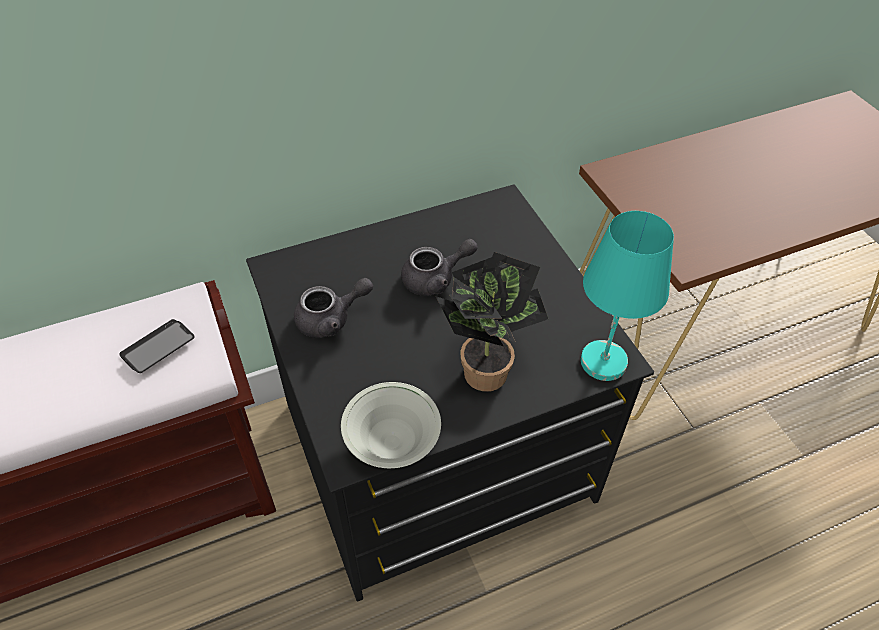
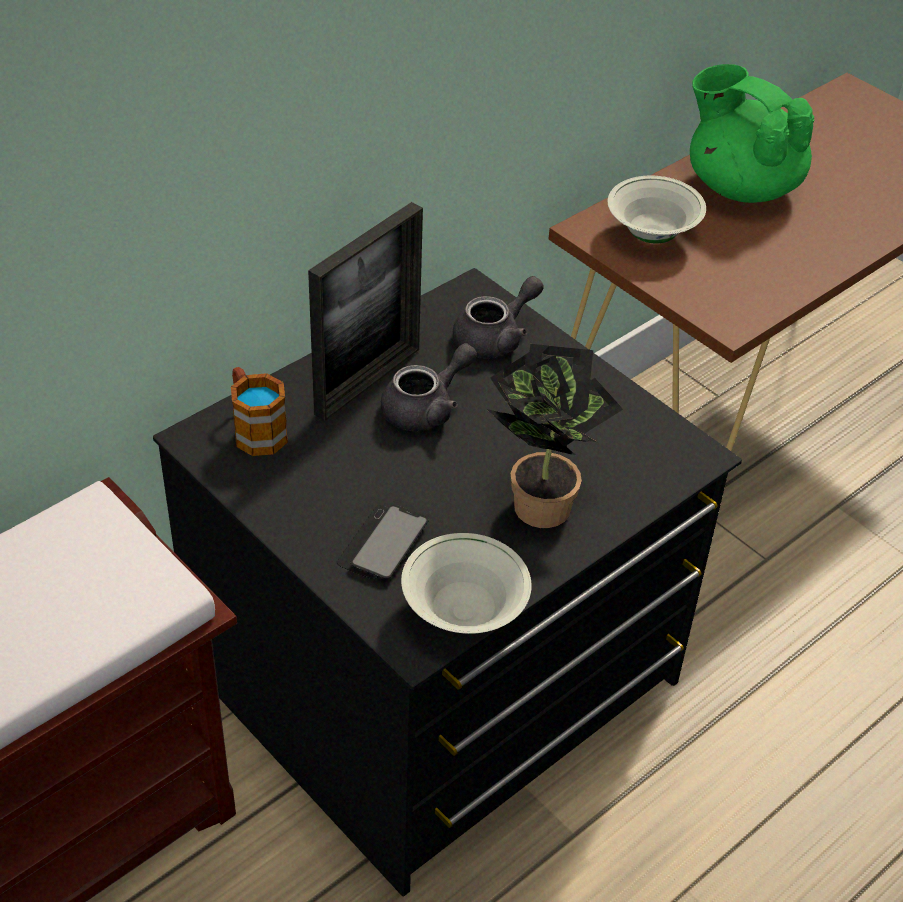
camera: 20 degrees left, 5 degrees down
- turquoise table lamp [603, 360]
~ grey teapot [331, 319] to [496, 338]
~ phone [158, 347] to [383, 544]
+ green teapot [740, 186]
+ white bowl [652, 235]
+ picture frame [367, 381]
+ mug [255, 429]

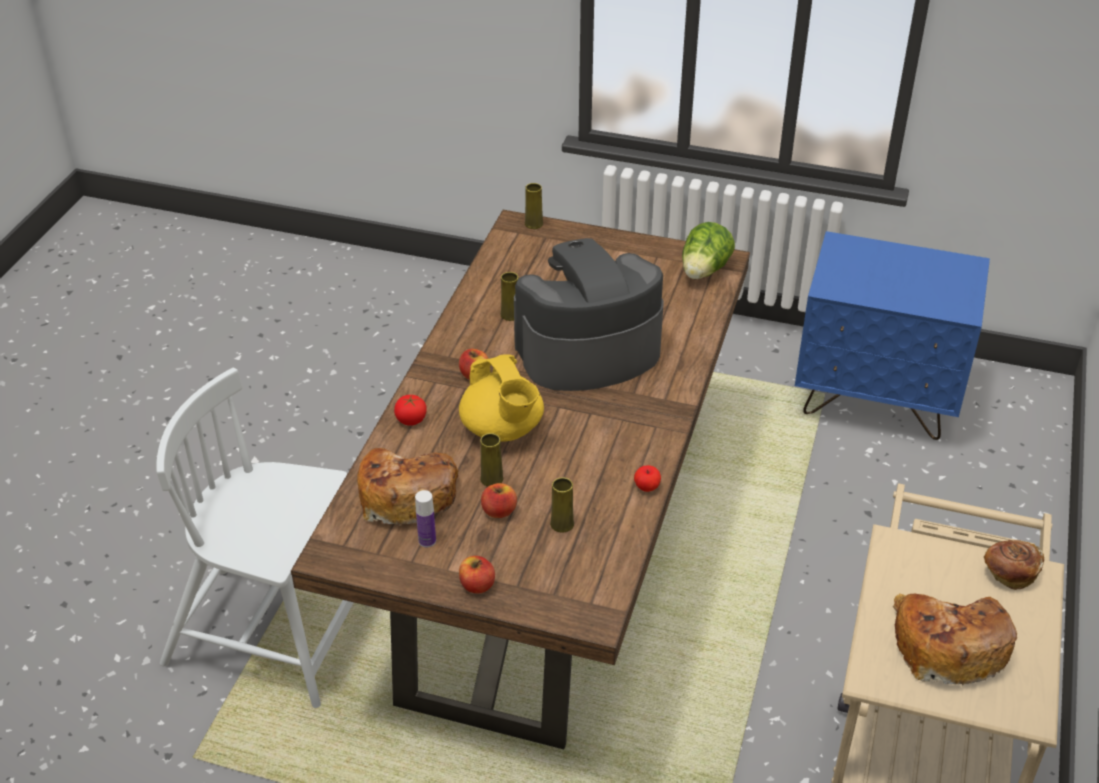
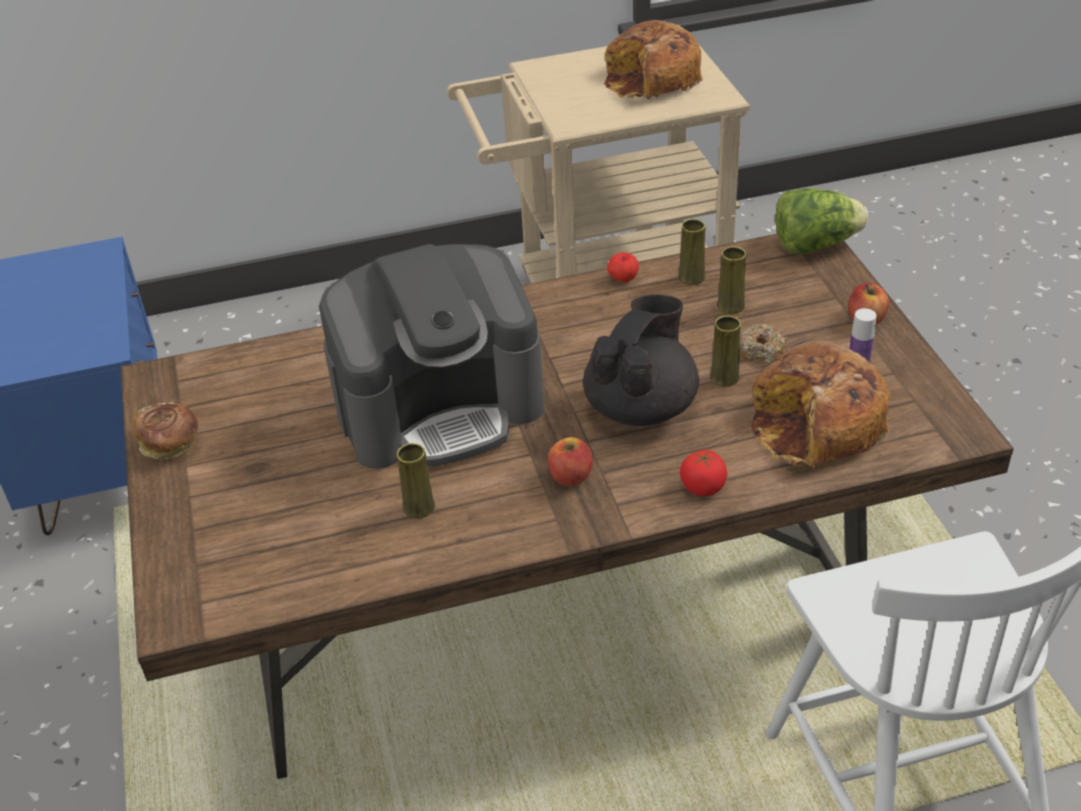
camera: 120 degrees left, 0 degrees up
~ yellow vase [533, 224] to [691, 277]
~ lettuce [704, 271] to [815, 245]
~ coffee machine [587, 351] = [440, 407] 60 degrees counterclockwise
~ yellow teapot [503, 429] to black teapot [641, 406]
~ apple [499, 511] to donut [761, 351]
~ bread [1010, 573] to [170, 443]

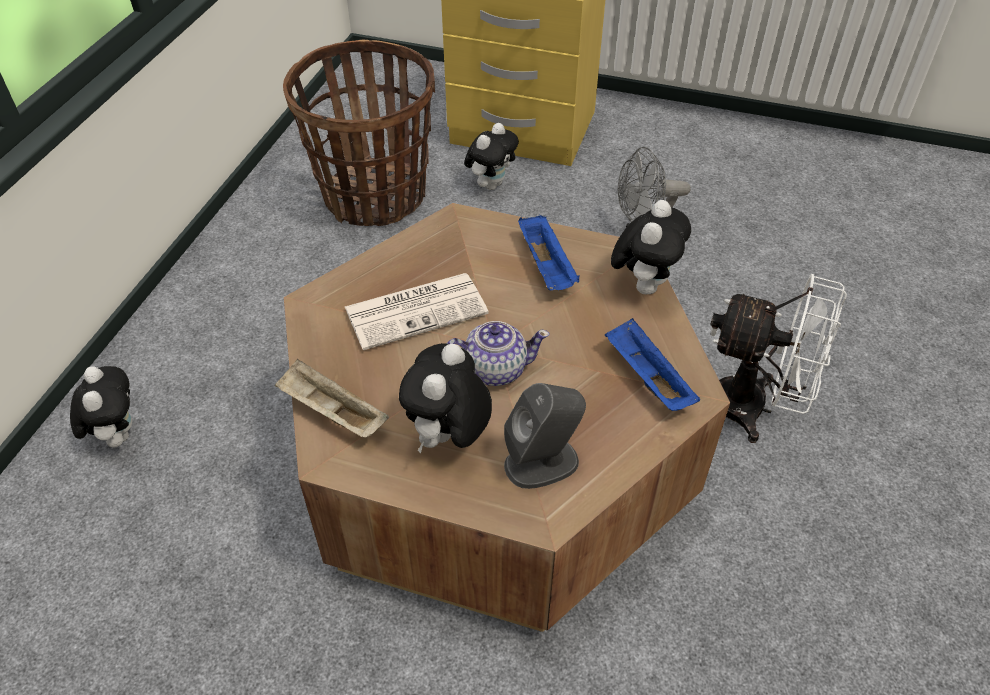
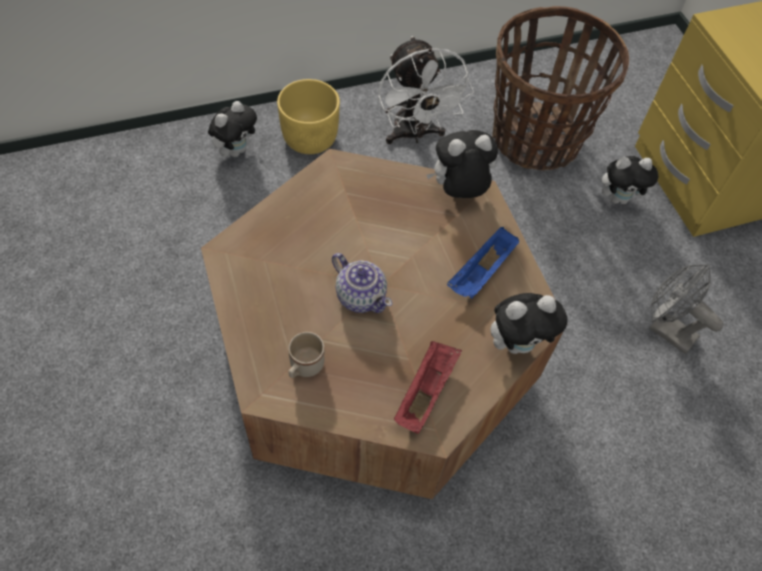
camera: 50 degrees right, 10 degrees up
- newspaper [417, 310]
~ white fan [753, 408] to [414, 134]
~ blue tray [646, 378] to red tray [425, 391]
~ plush toy [448, 437] to [458, 191]
- beige tray [331, 413]
~ grey speaker [542, 462] to beige mug [304, 367]
+ yellow planter [310, 138]

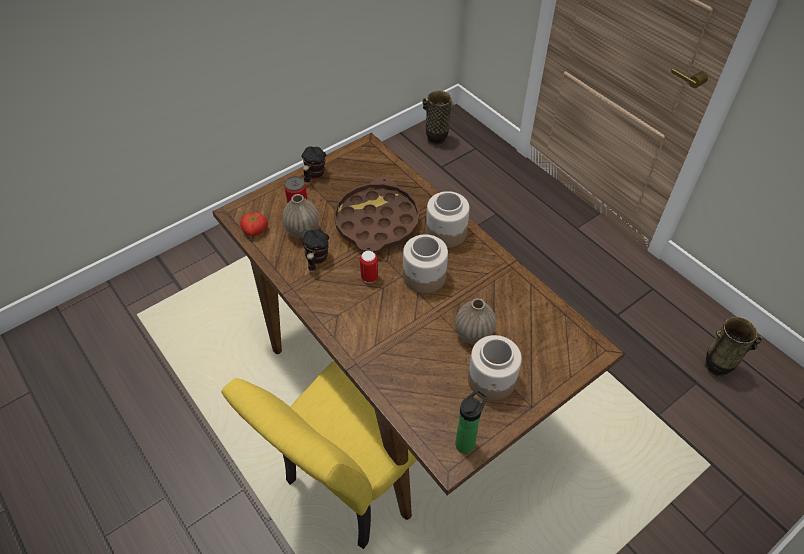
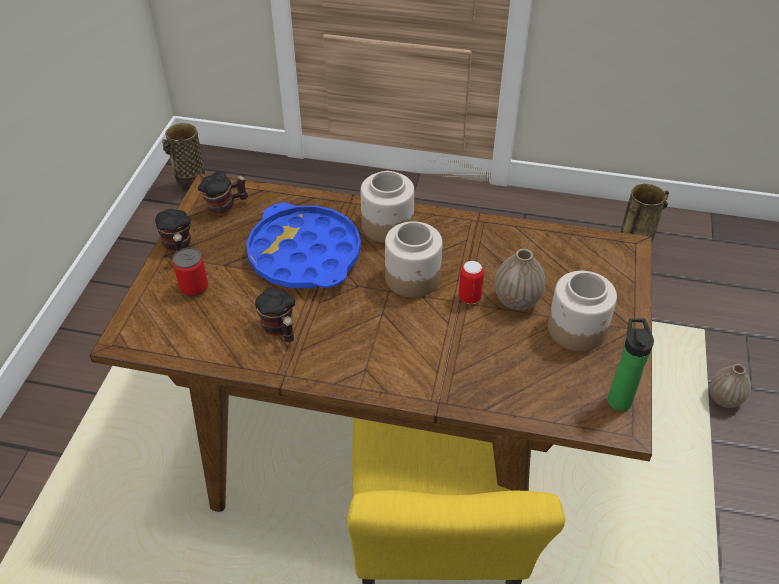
camera: 40 degrees left, 5 degrees down
~ brown tray [376, 222] to blue tray [304, 255]
~ vase [302, 231] to [724, 399]
- tomato [255, 230]
~ can [369, 277] to [469, 298]
+ mug [226, 206]

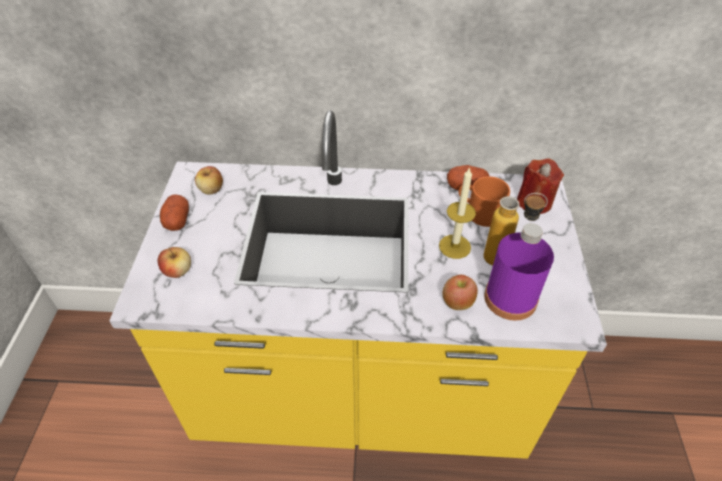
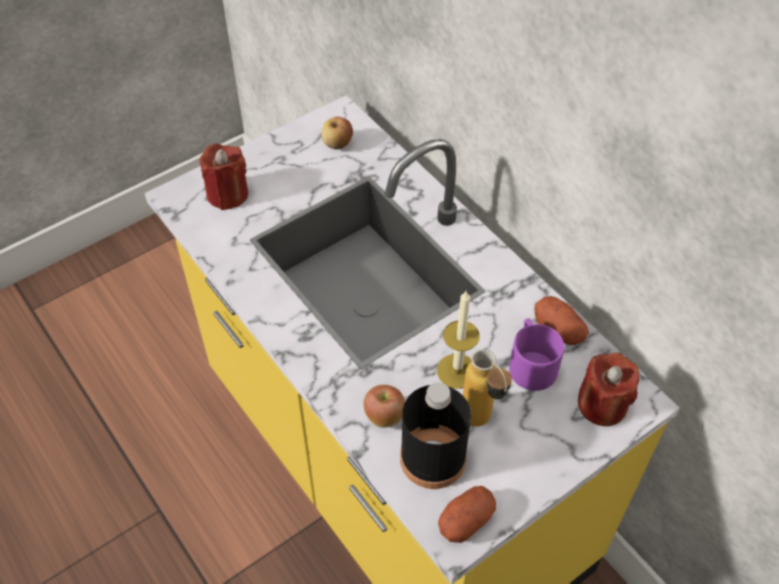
camera: 50 degrees right, 5 degrees up
~ orange mug [479, 212] to purple mug [530, 363]
~ potato [177, 220] to [466, 520]
~ purple bottle [510, 298] to black bottle [433, 458]
~ apple [178, 271] to red candle [227, 194]

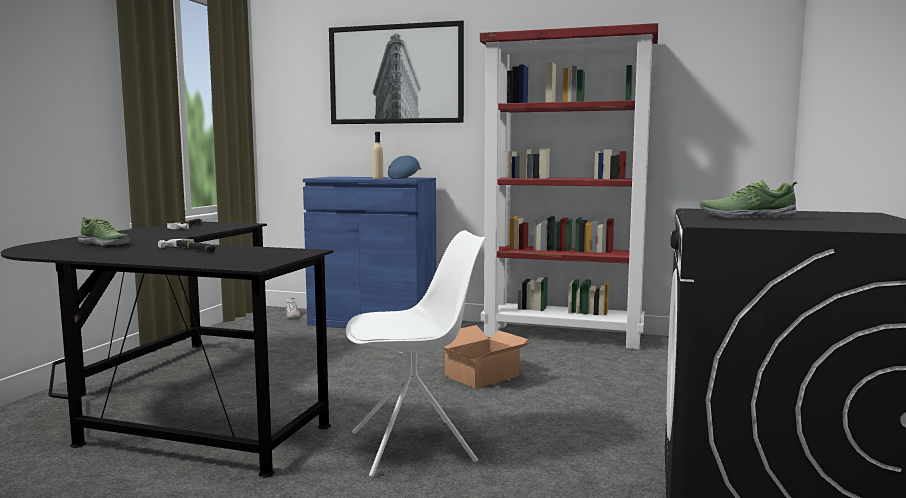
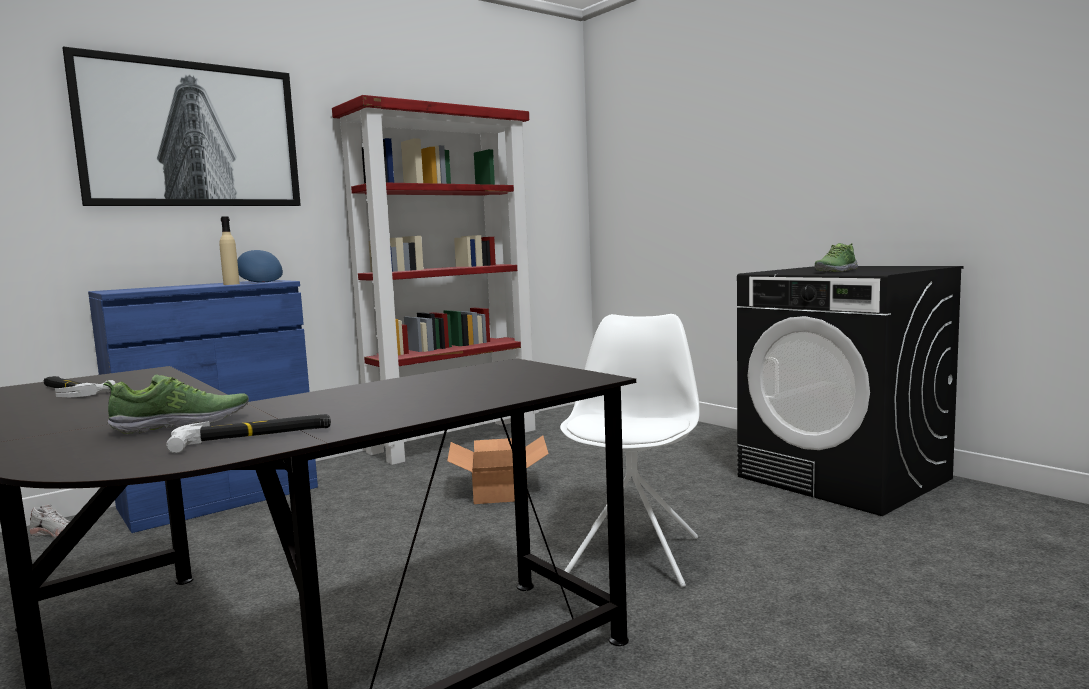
camera: 55 degrees left, 0 degrees up
~ hammer [191, 249] to [254, 437]

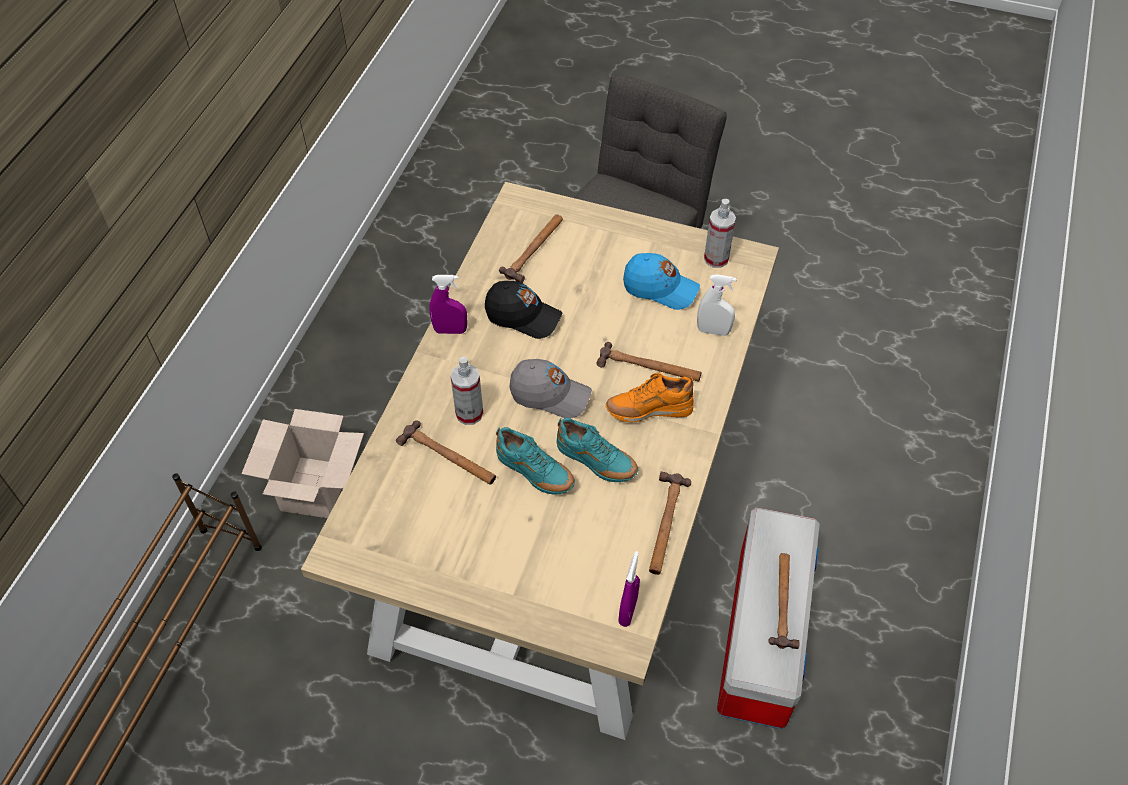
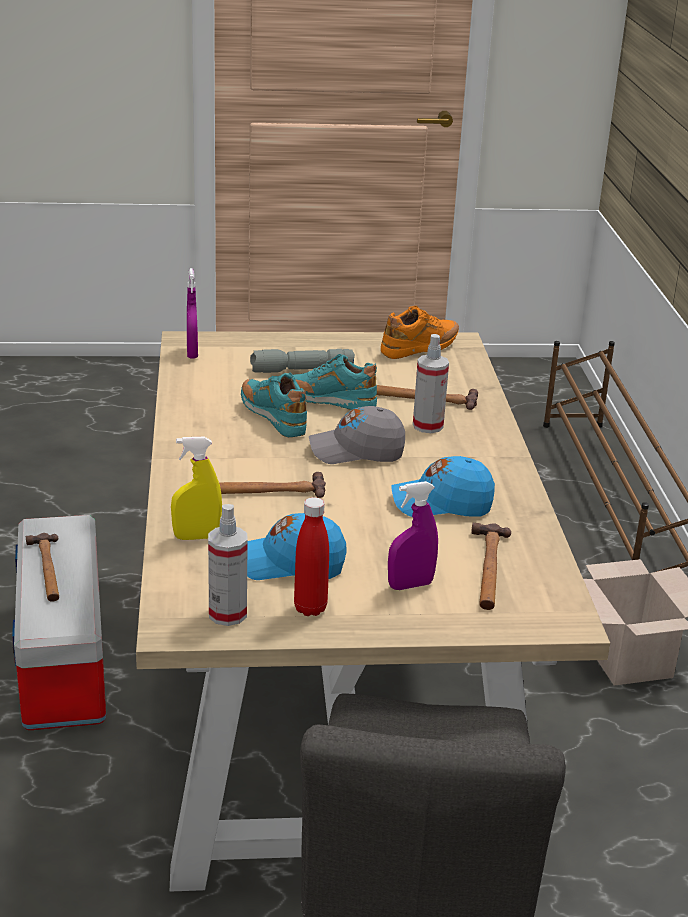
camera: 155 degrees right, 25 degrees down
~ white spray bottle [713, 331] to yellow spray bottle [196, 537]
~ purple spray bottle [450, 330] to [410, 585]
~ black cap [523, 316] to blue cap [441, 504]
~ orange shoe [648, 411] to [420, 349]
~ turquoise shoe [596, 463] = [273, 418] 45 degrees clockwise
- hammer [664, 524]
+ grey flashlight [301, 370]
+ red bottle [310, 608]

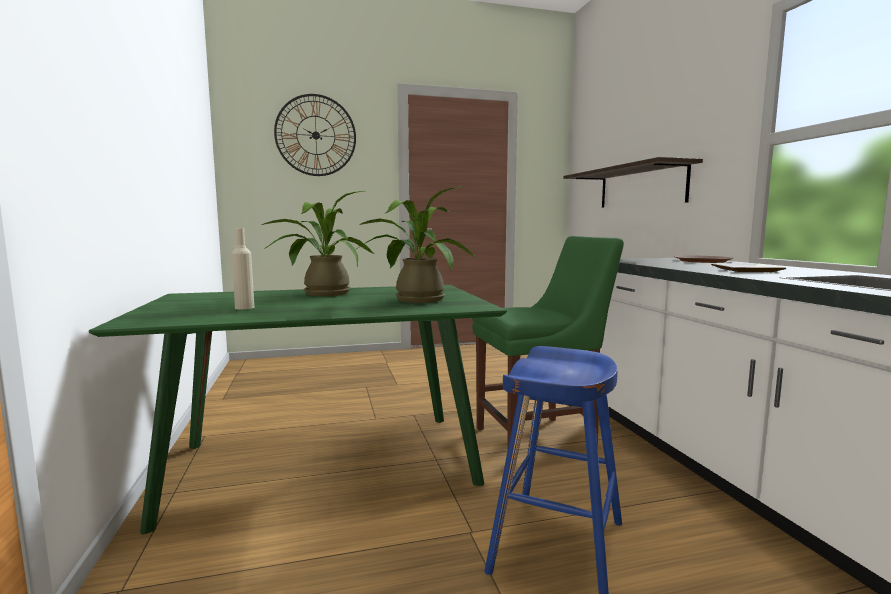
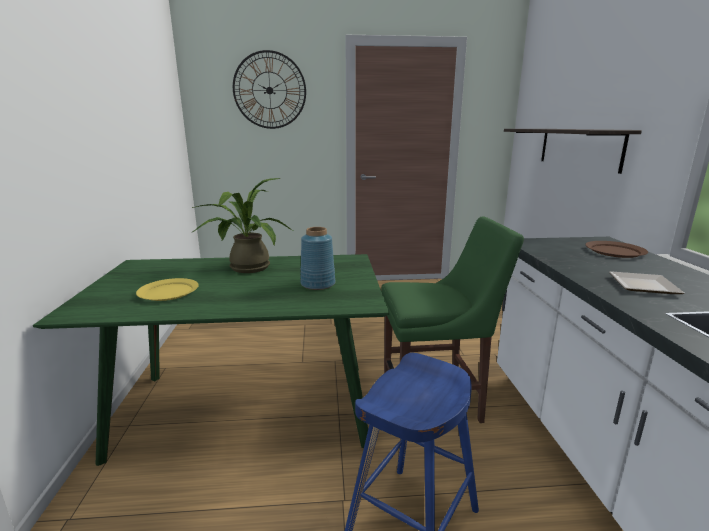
camera: 10 degrees right, 10 degrees up
~ potted plant [414, 299] to blue vase [318, 284]
~ beige bottle [244, 307] to yellow plate [168, 292]

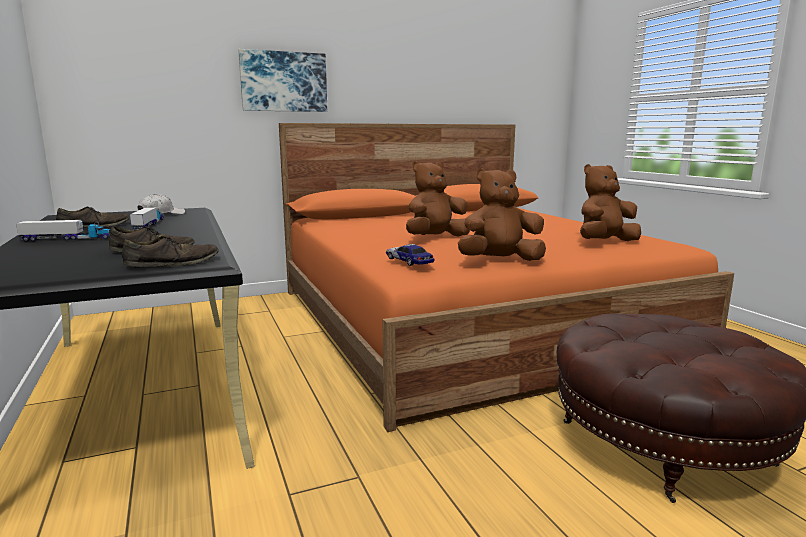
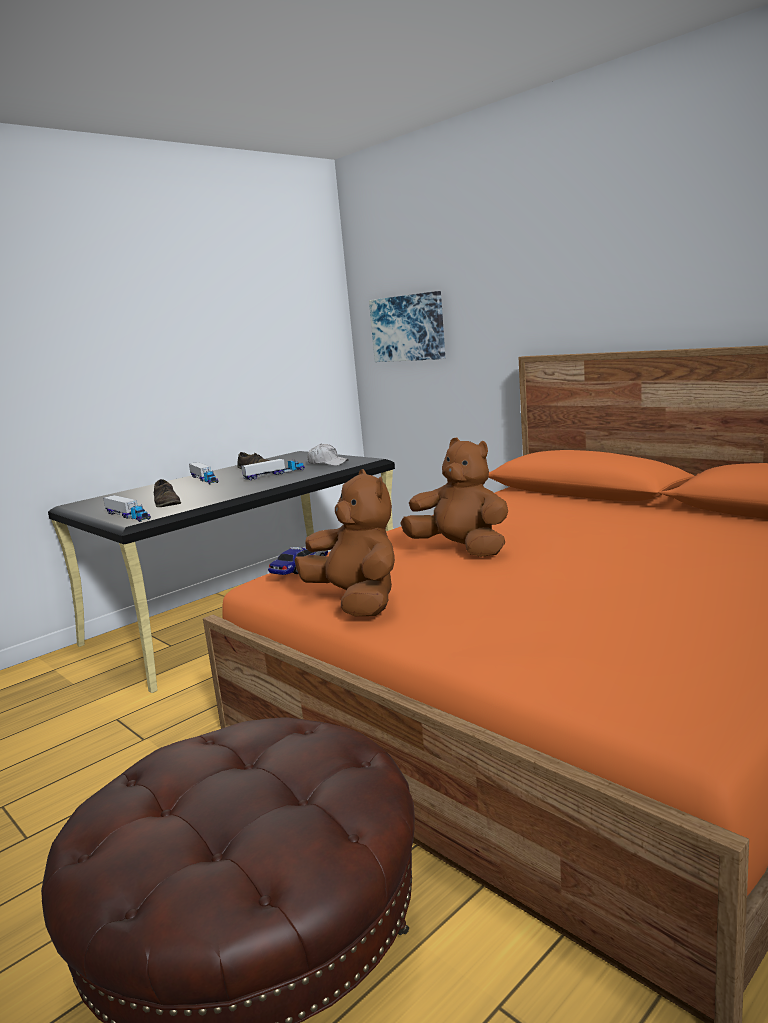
camera: 70 degrees right, 0 degrees up
~ picture [284, 82] to [408, 328]
- brown plush toy [604, 242]
~ brown shoe [173, 263] to toy truck [128, 516]

